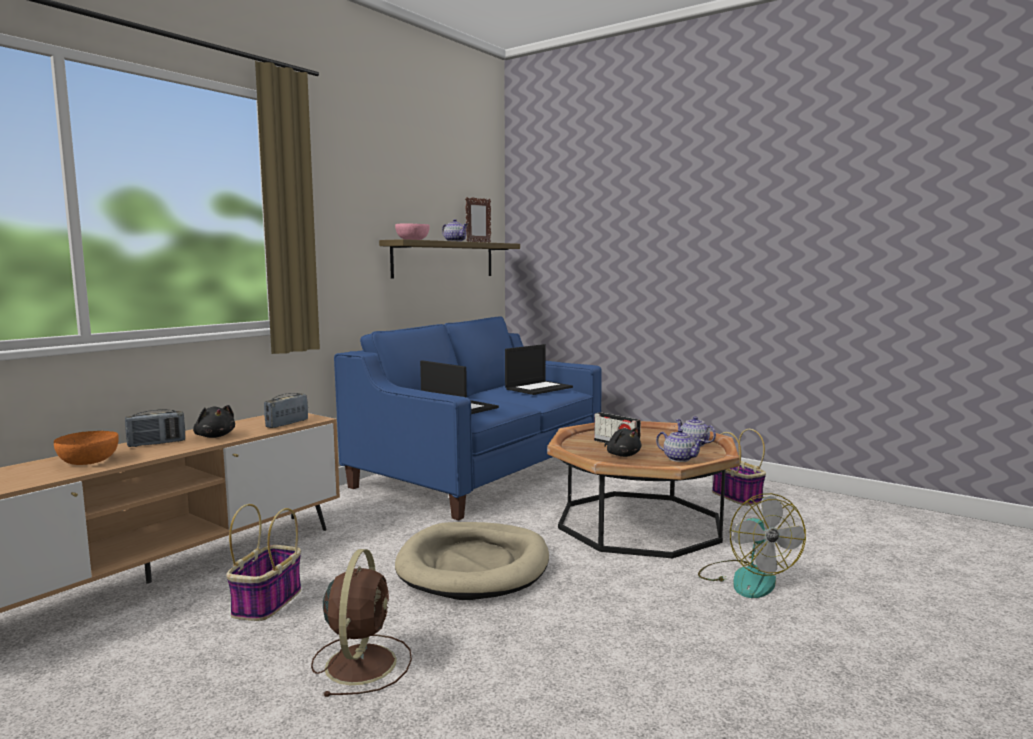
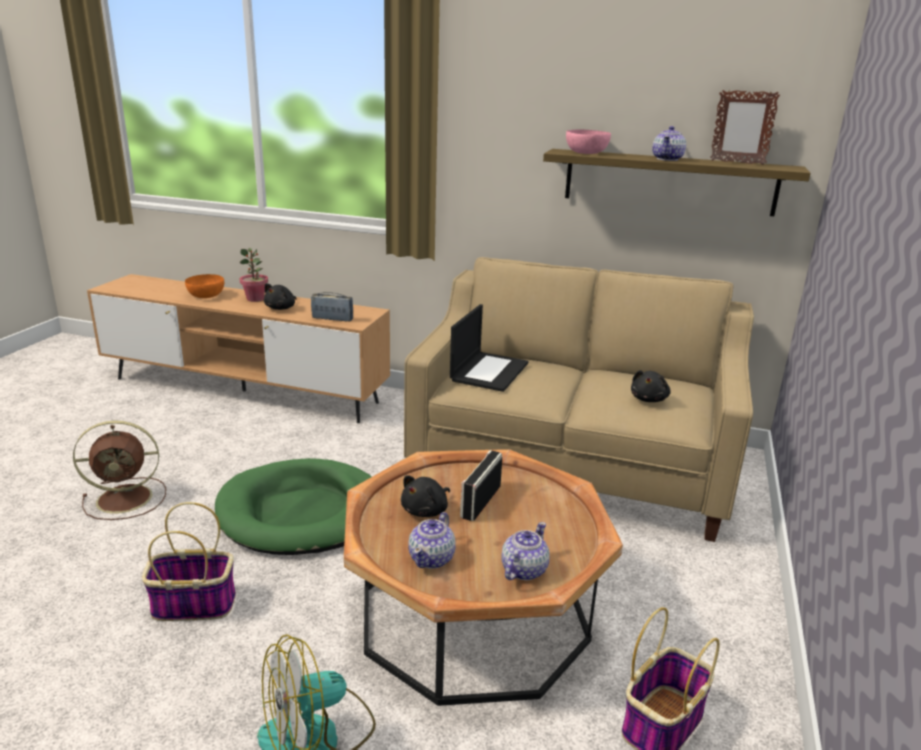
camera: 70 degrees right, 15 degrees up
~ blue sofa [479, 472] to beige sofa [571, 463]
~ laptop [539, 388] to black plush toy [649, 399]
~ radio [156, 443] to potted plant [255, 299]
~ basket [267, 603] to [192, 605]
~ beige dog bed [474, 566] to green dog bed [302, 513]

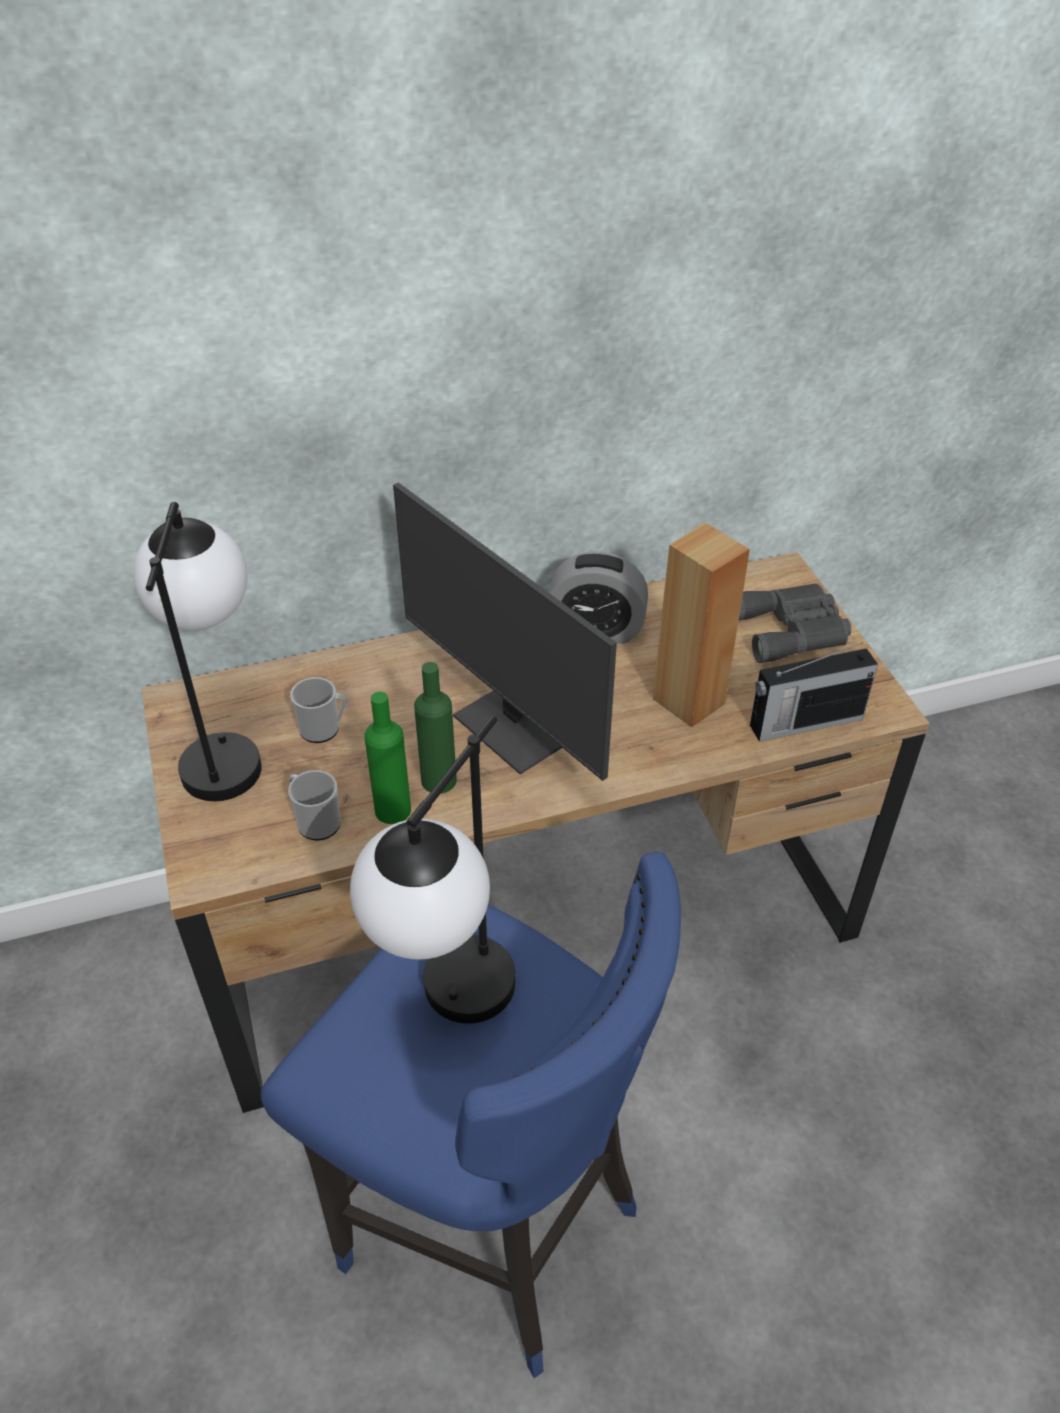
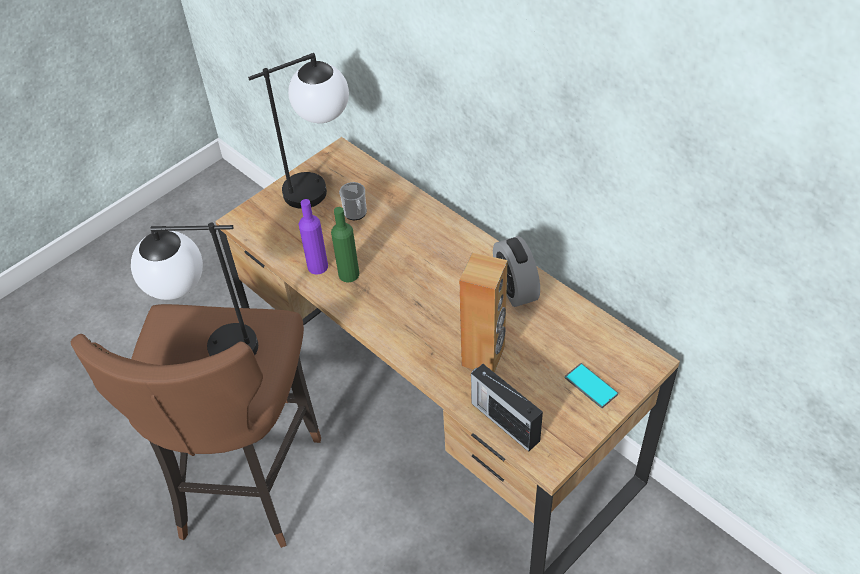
camera: 65 degrees right, 5 degrees up
- monitor [515, 727]
~ grey binoculars [793, 630] to phone [591, 386]
~ green bottle [393, 810] to purple bottle [317, 266]
- mug [315, 821]
~ blue stool [488, 1225] to brown stool [246, 482]

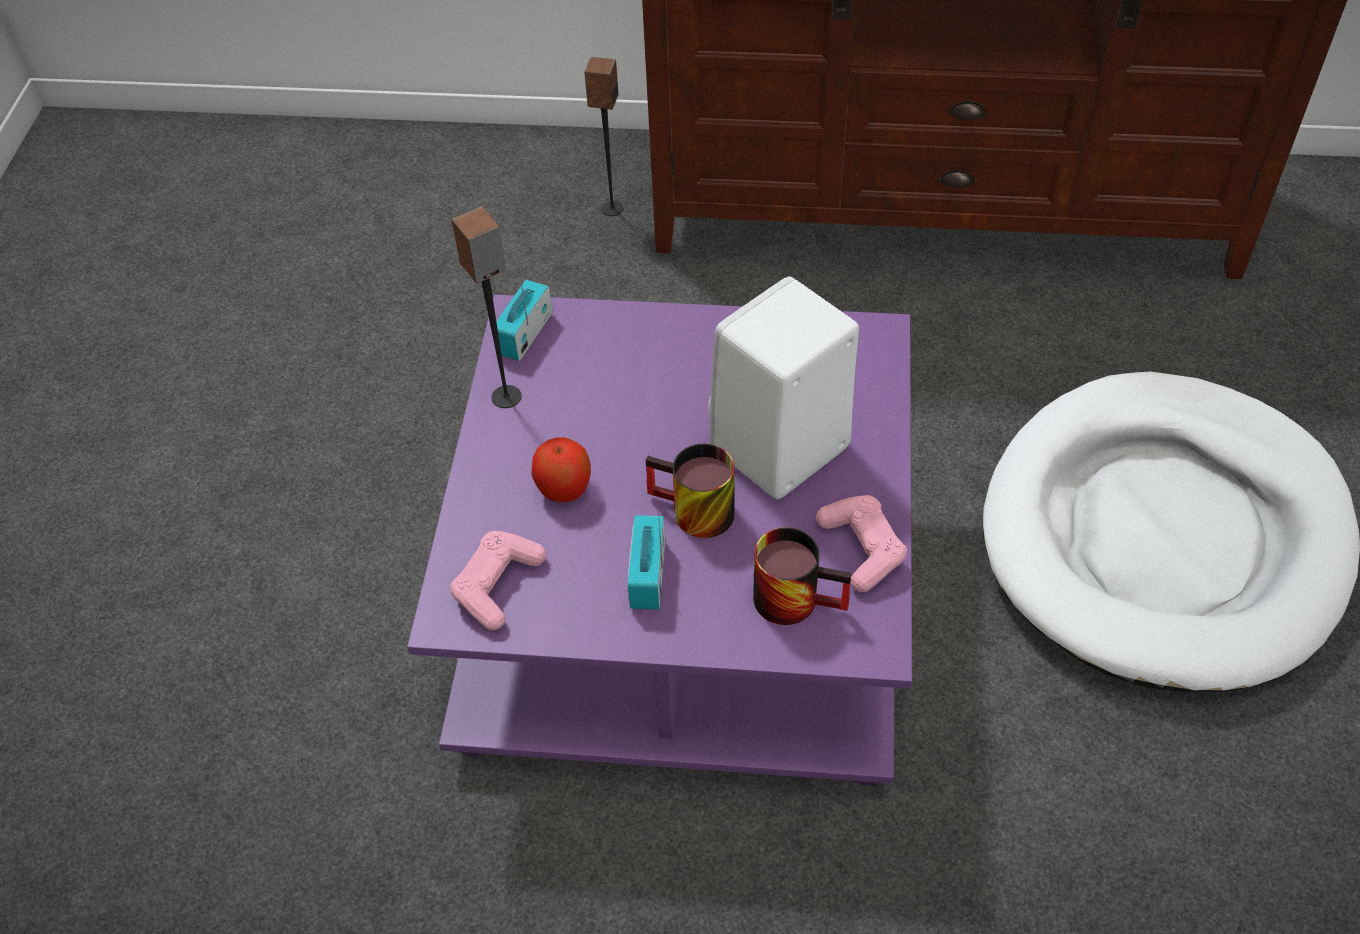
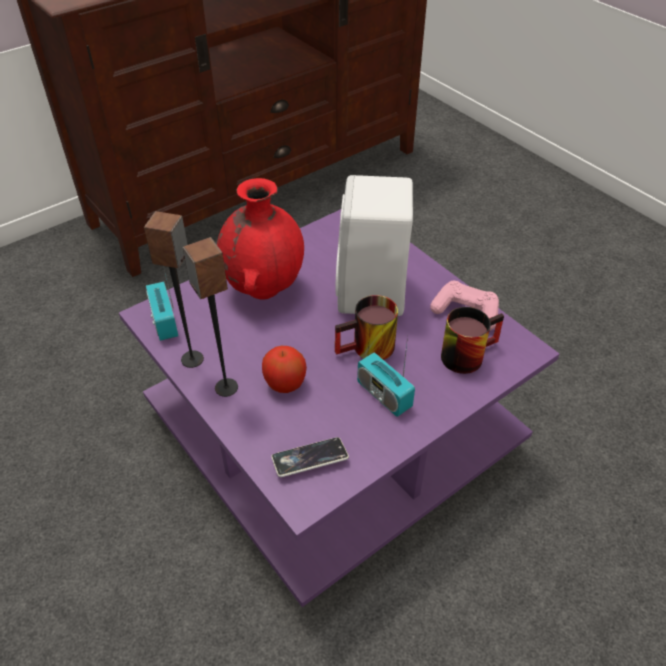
camera: 45 degrees left, 5 degrees down
~ speaker [611, 208] to [226, 387]
- white dog bed [1164, 536]
~ pink game controller [497, 585] to phone [310, 459]
+ red vase [264, 287]

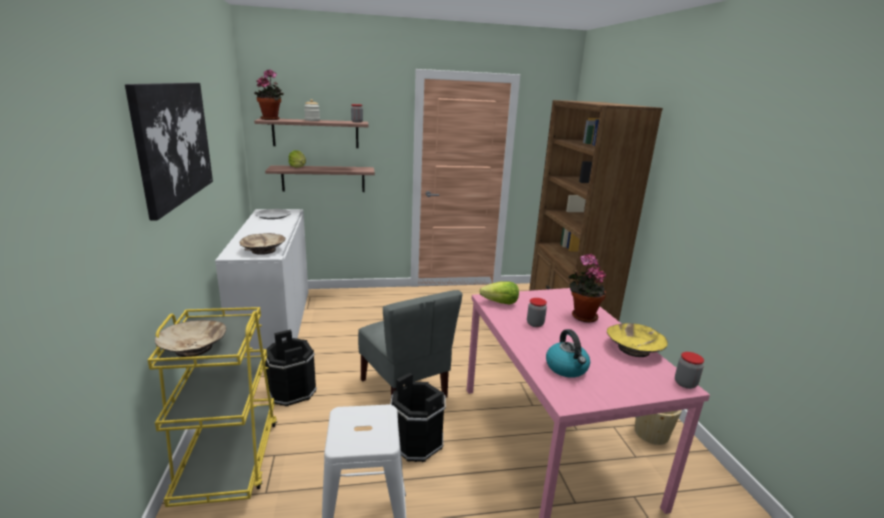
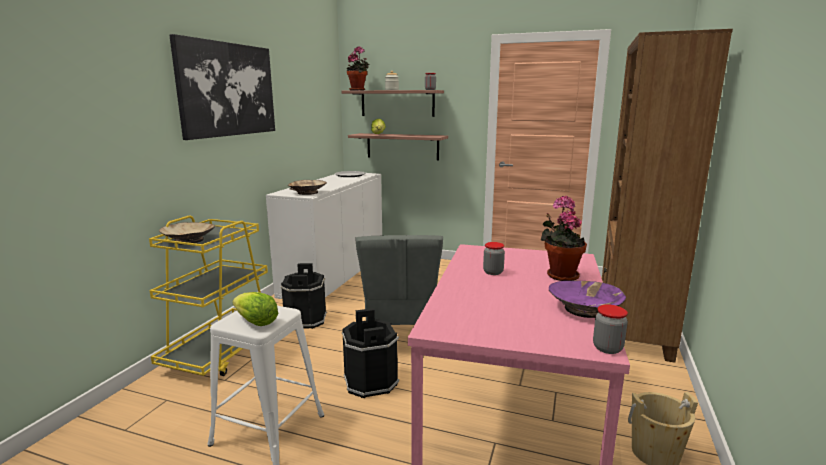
camera: 30 degrees right, 5 degrees down
~ lettuce [500, 303] to [256, 322]
~ yellow bowl [634, 349] to purple bowl [585, 309]
- kettle [567, 368]

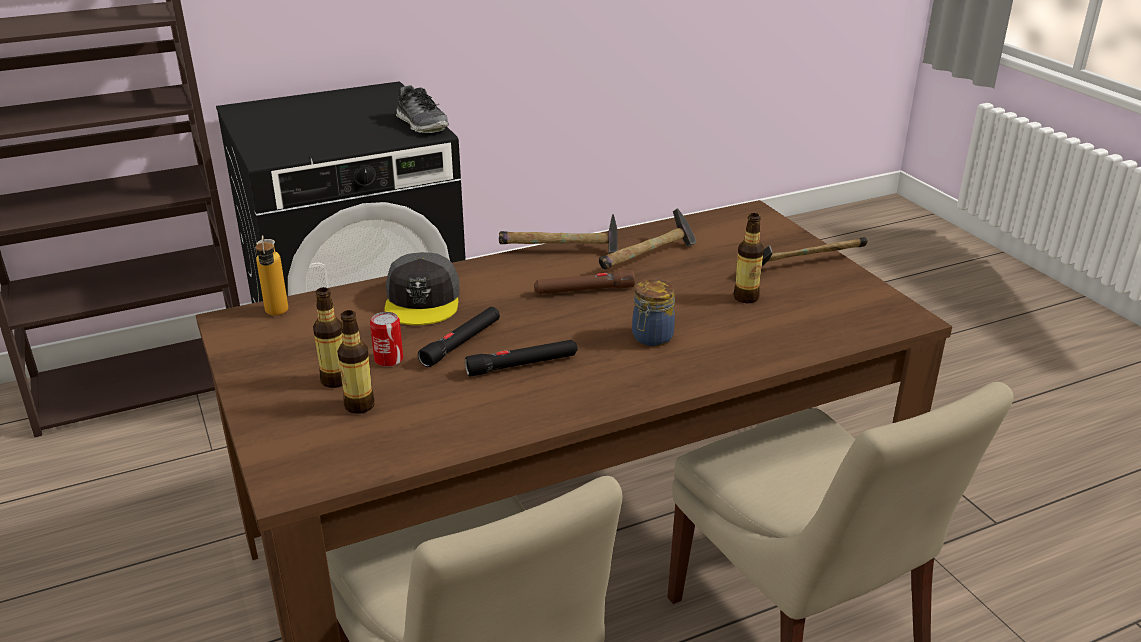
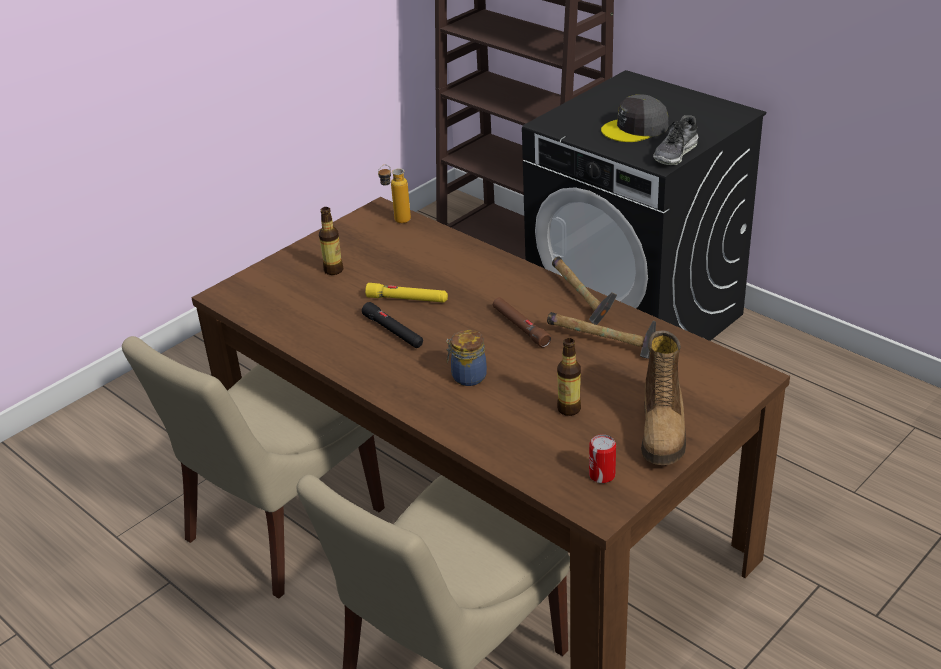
camera: 70 degrees right, 5 degrees up
~ hammer [806, 264] to boot [663, 430]
~ grey cap [423, 301] to [635, 128]
~ black flashlight [462, 342] to yellow flashlight [407, 299]
- bottle [359, 406]
~ can [388, 359] to [602, 475]

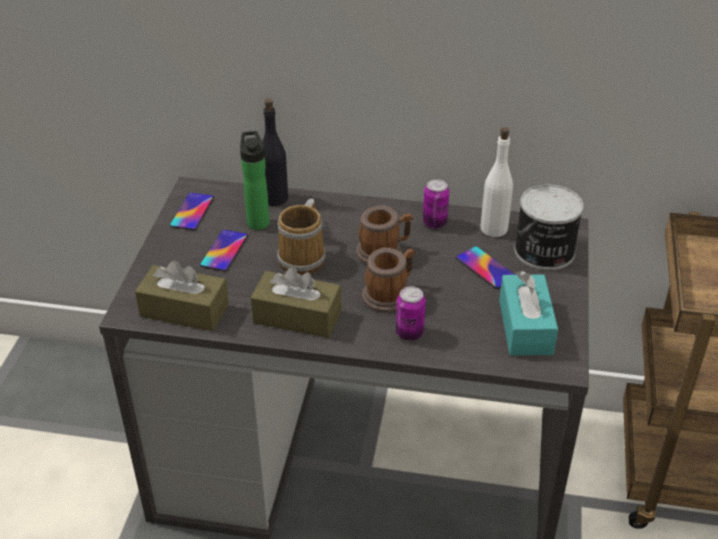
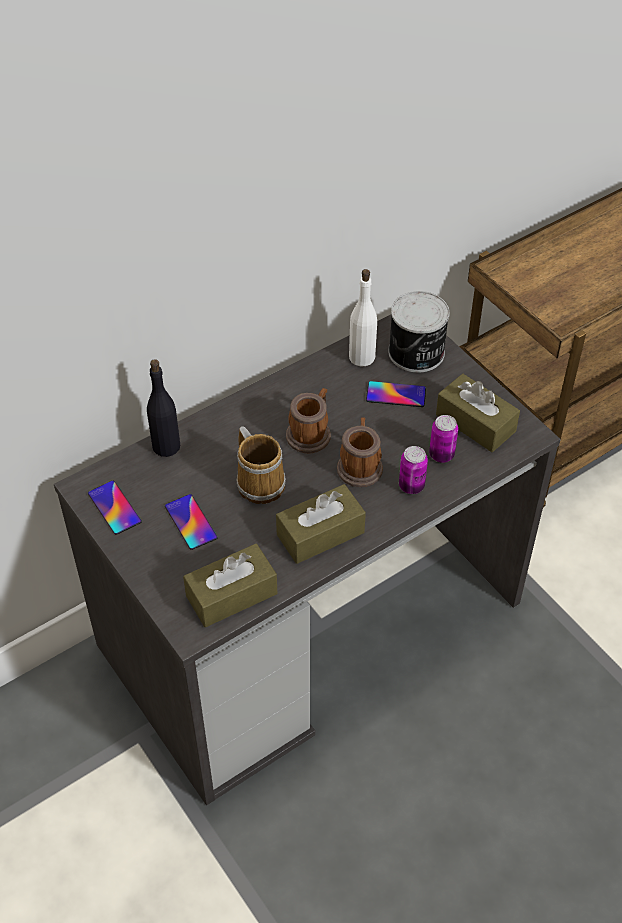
camera: 45 degrees left, 10 degrees up
- bottle [257, 221]
~ can [434, 223] to [441, 455]
~ turquoise tissue box [525, 327] to brown tissue box [475, 423]

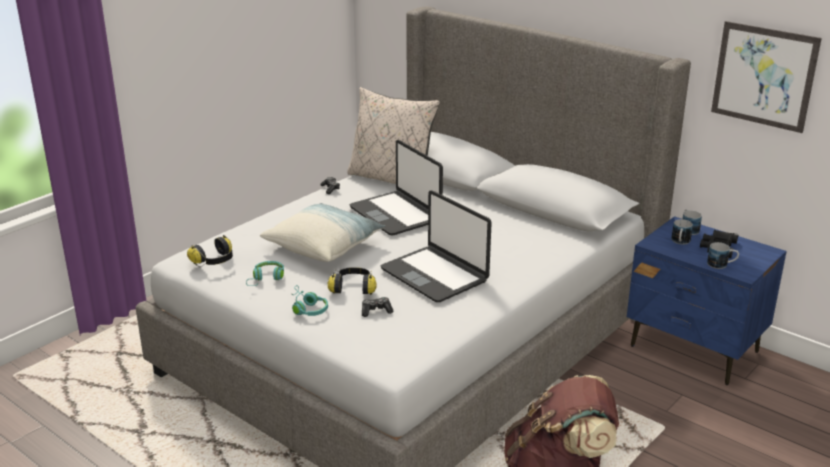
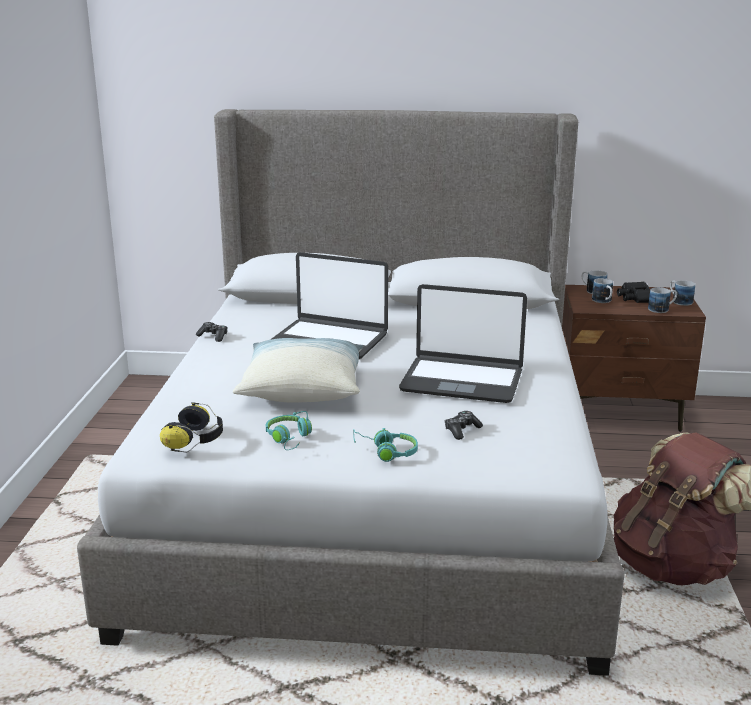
camera: 35 degrees left, 5 degrees down
- picture [764, 76]
- beige pillow [391, 178]
~ blue nightstand [694, 349] to brown nightstand [620, 412]
- headphones [353, 288]
+ mug [679, 301]

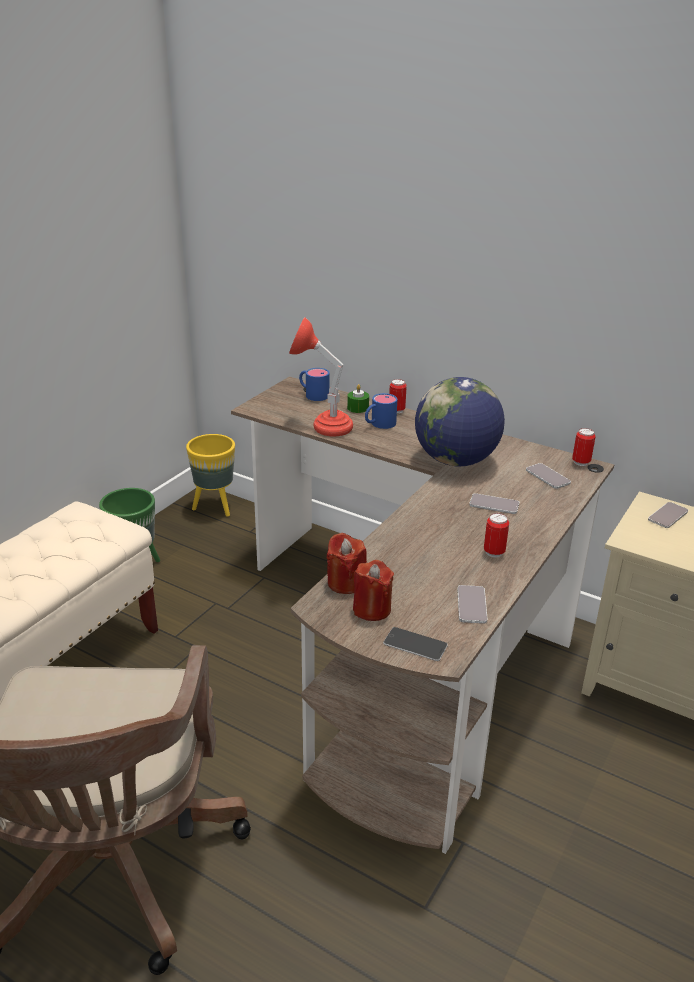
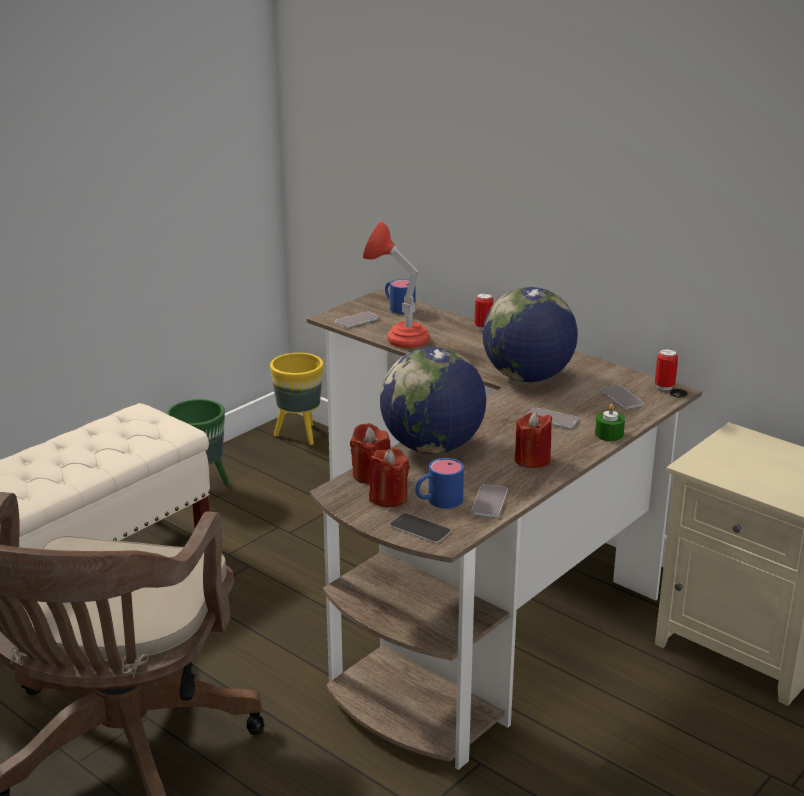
camera: 10 degrees right, 5 degrees down
~ green candle [358, 408] to [609, 434]
~ blue mug [379, 424] to [438, 501]
~ phone [668, 516] to [357, 321]
~ can [494, 552] to red candle [532, 460]
+ globe [432, 447]

